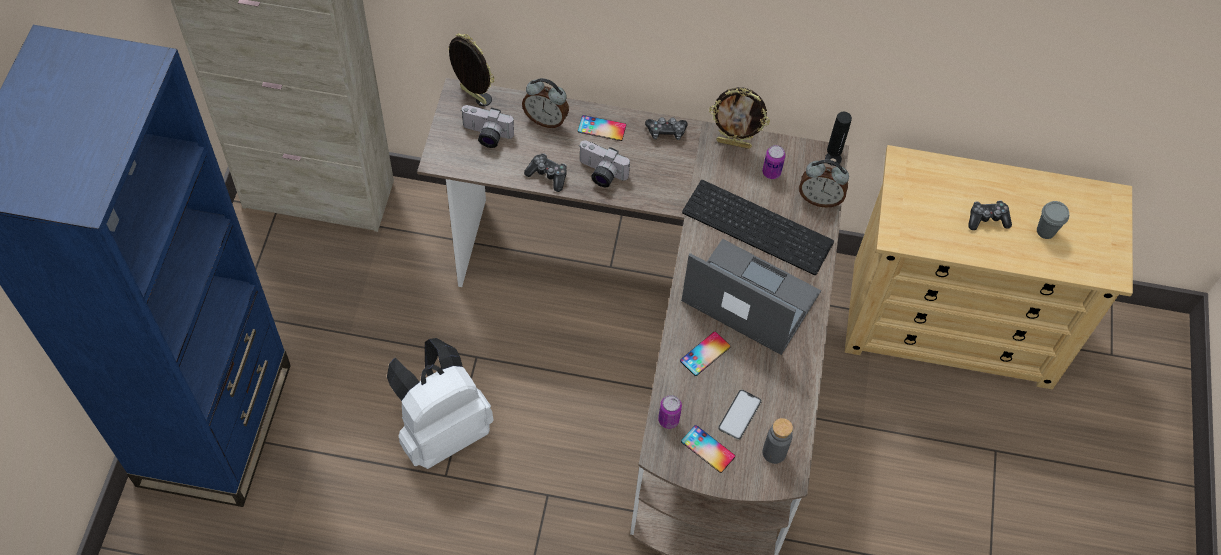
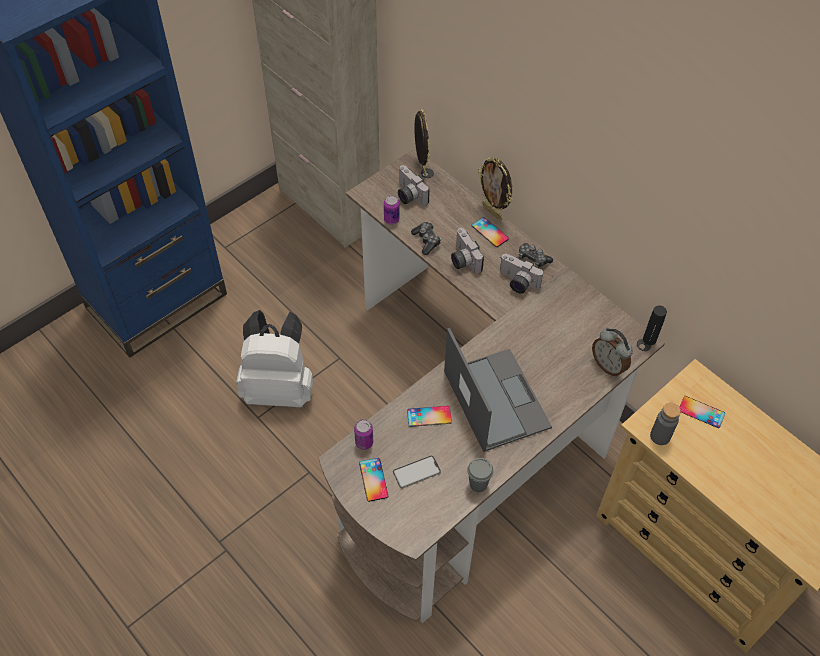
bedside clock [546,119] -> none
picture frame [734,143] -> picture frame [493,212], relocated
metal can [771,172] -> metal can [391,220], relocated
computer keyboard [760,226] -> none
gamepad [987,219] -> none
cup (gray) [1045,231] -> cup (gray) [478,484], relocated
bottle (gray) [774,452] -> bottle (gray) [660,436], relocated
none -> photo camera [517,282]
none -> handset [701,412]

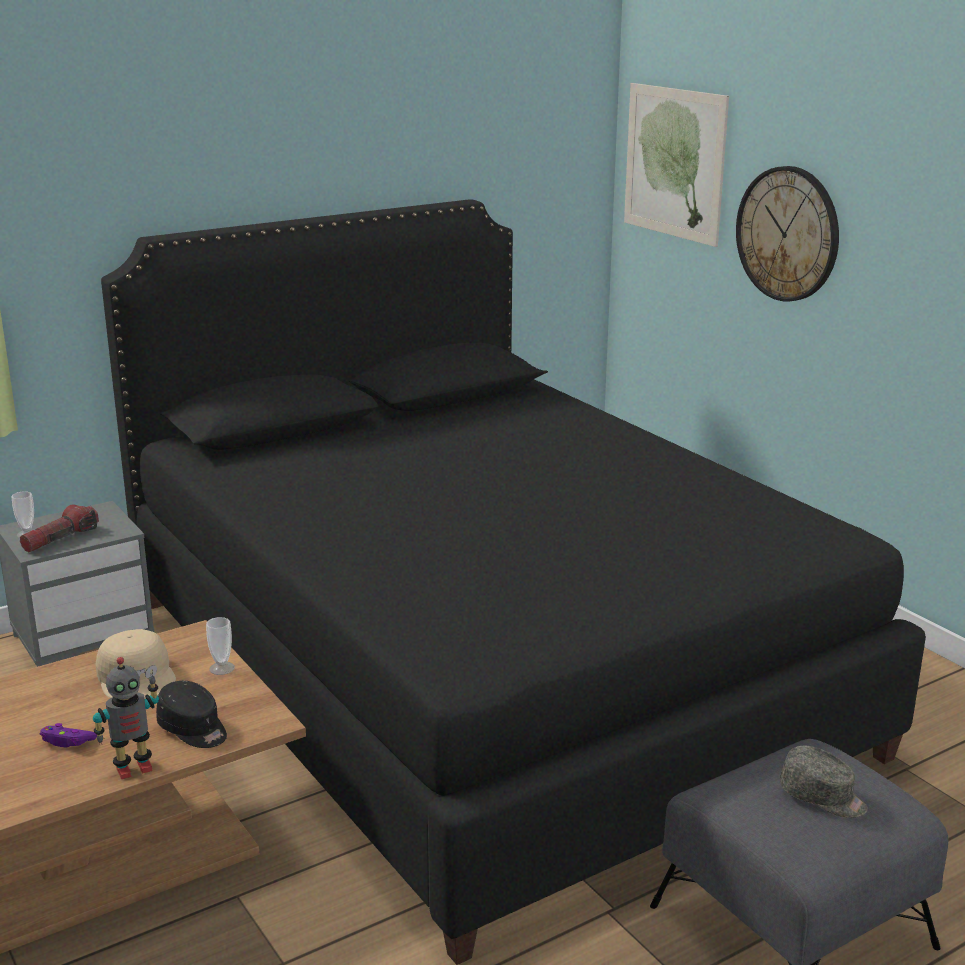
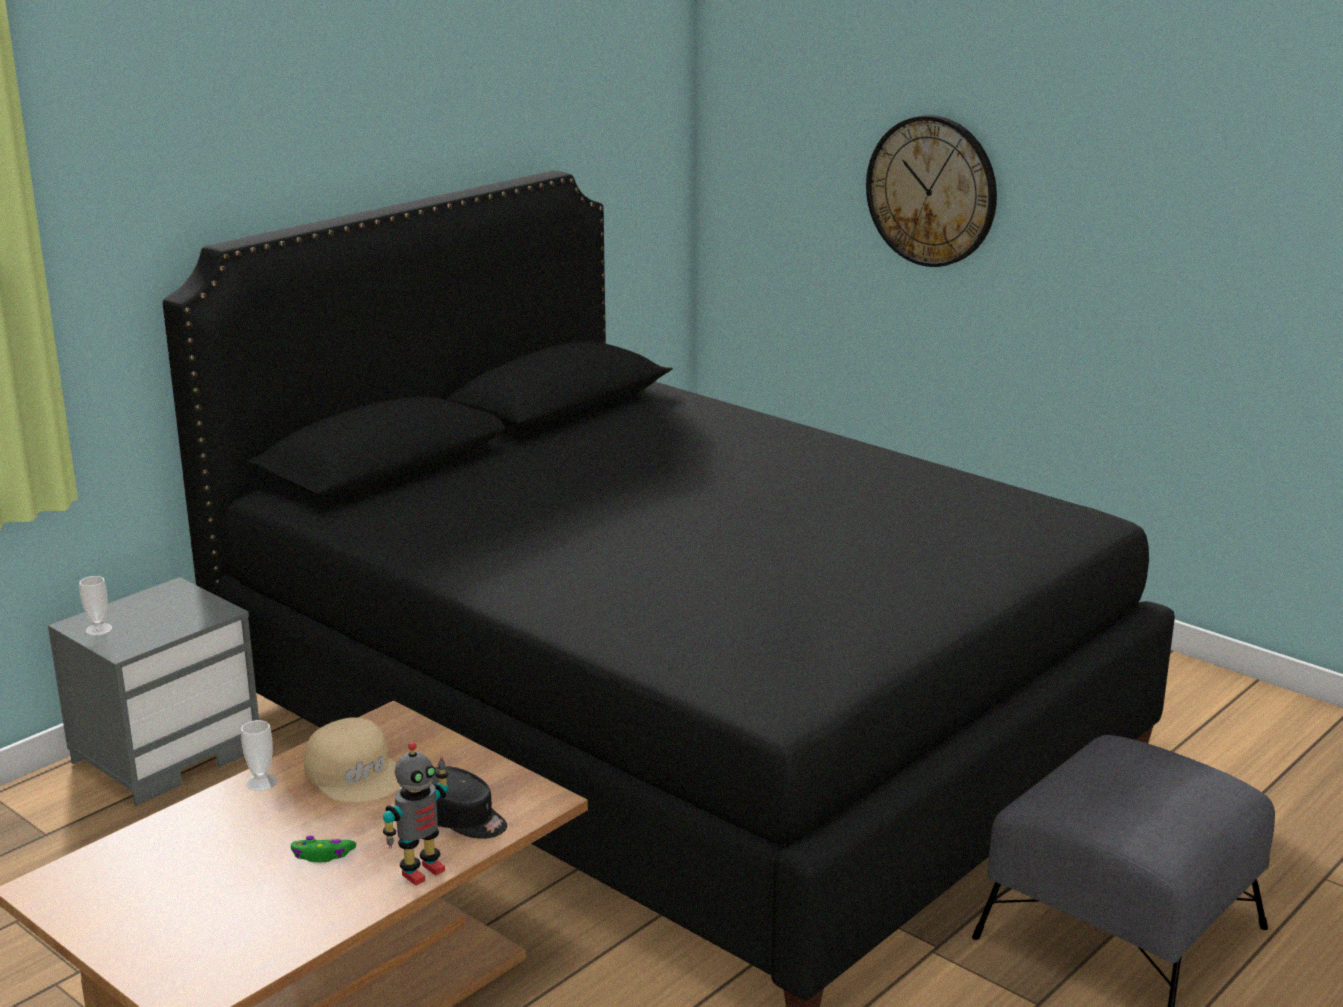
wall picture [674,163] -> none
flashlight [60,539] -> none
cup [222,668] -> cup [261,782], relocated
gamepad (purplish) [67,741] -> gamepad (greenish) [322,855]
peaked cap (gray) [823,797] -> none

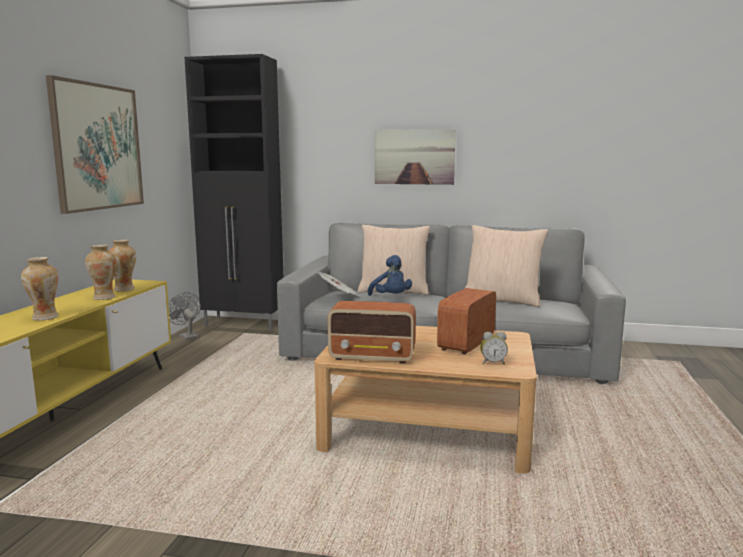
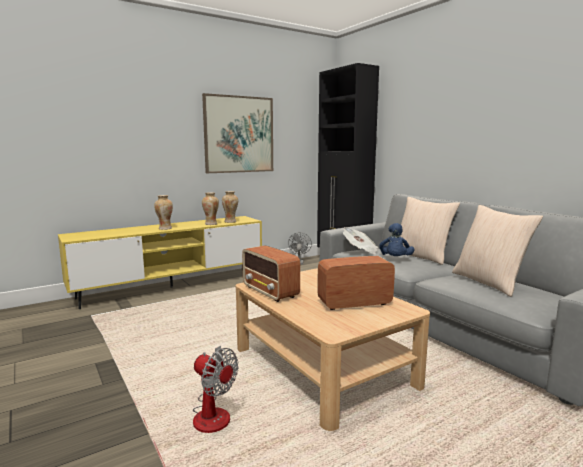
wall picture [414,157] -> none
bedside clock [493,363] -> none
none -> electric fan [213,412]

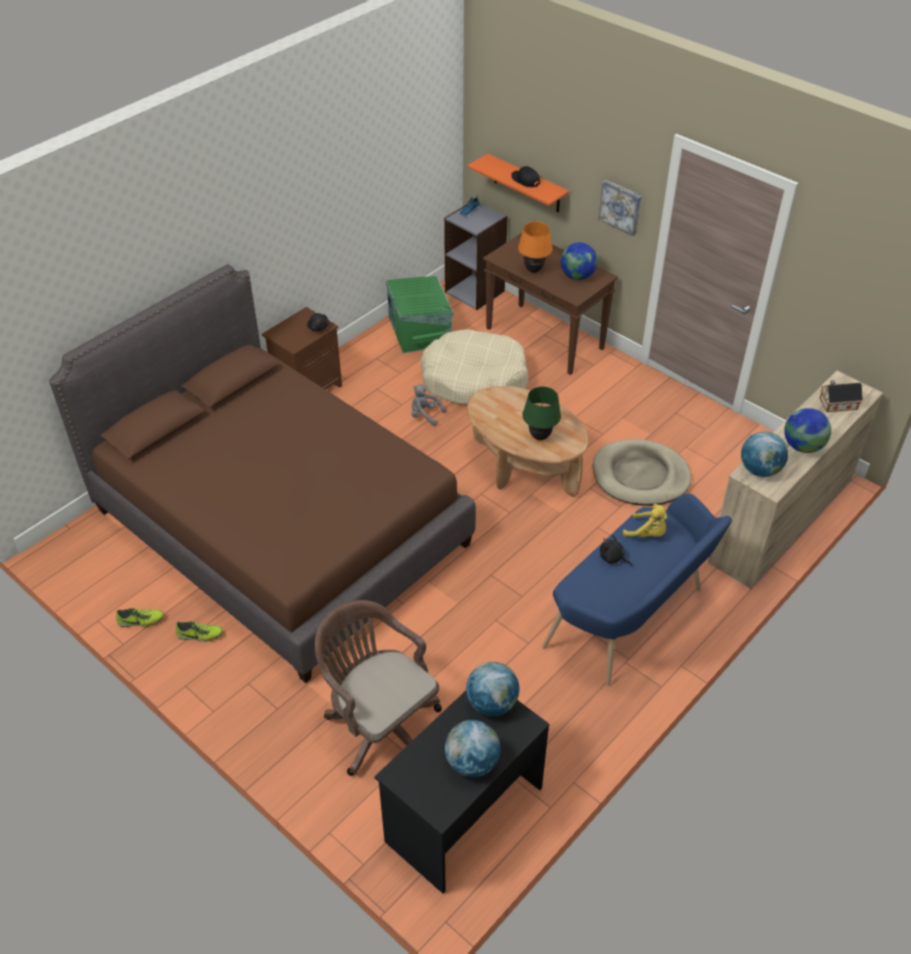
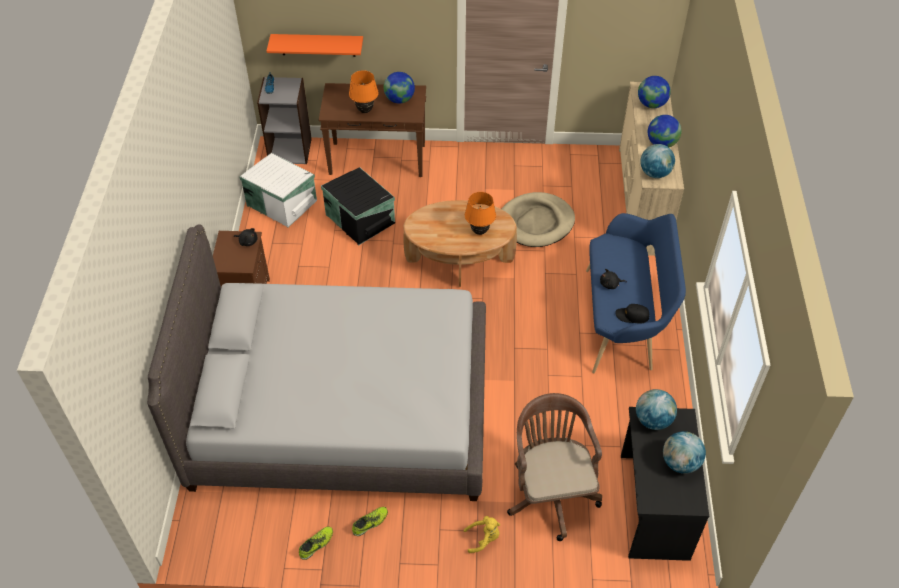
peaked cap (blackish) [525,180] -> peaked cap (blackish) [632,316], relocated
wall picture [621,207] -> none
bed (brown) [281,526] -> bed (gray) [341,409]
storage bin (greenish) [421,330] -> storage bin (white) [282,202]
dog cushion (sand-coloured) [474,379] -> storage bin (blackish) [360,218]
miniature house [836,403] -> world globe [651,104]
soft toy (gray) [425,415] -> none
table lamp (greenish) [539,437] -> table lamp (orange-coloured) [479,231]
soft toy (yellow-coloured) [647,533] -> soft toy (yellow-coloured) [483,538], relocated
desk chair (brown) [379,725] -> desk chair (brown) [550,492], 75 degrees clockwise

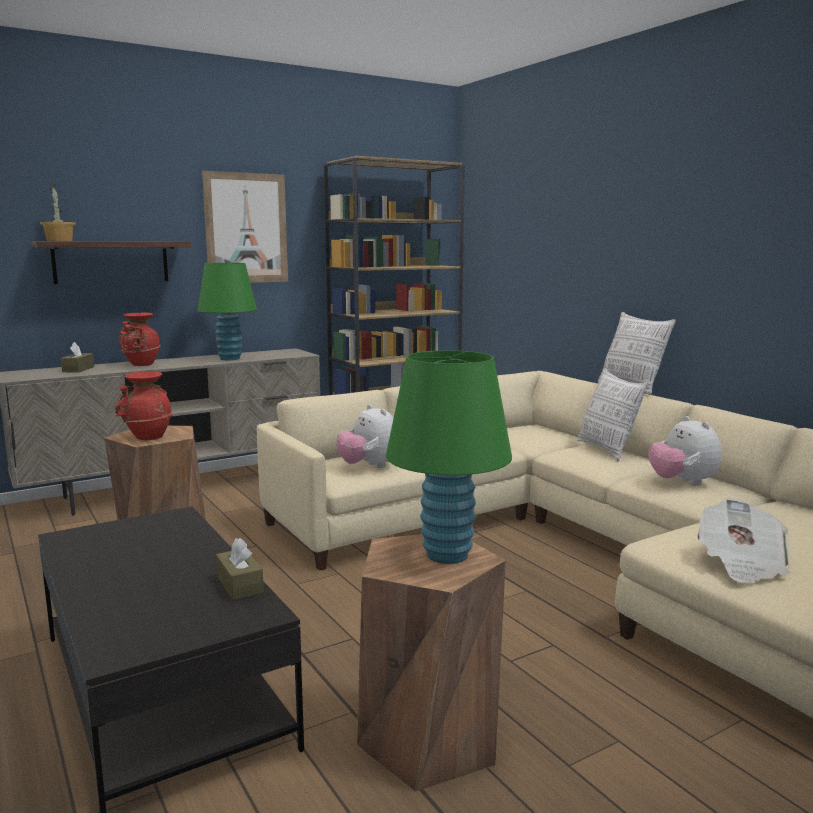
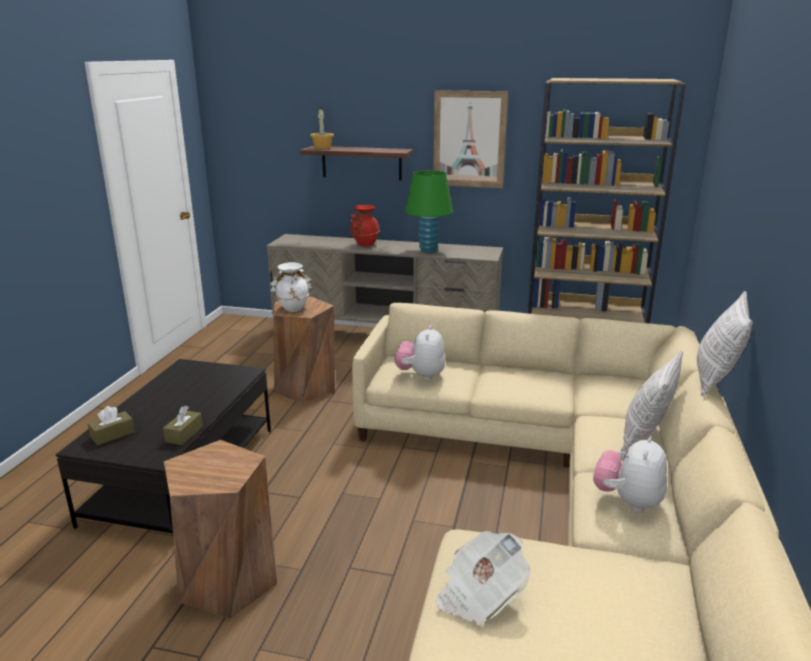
tissue box (brown) [78,369] -> tissue box (brown) [112,435], relocated
table lamp (greenish) [447,555] -> none
decorative vase (red-coloured) [147,437] -> decorative vase (white) [293,308]

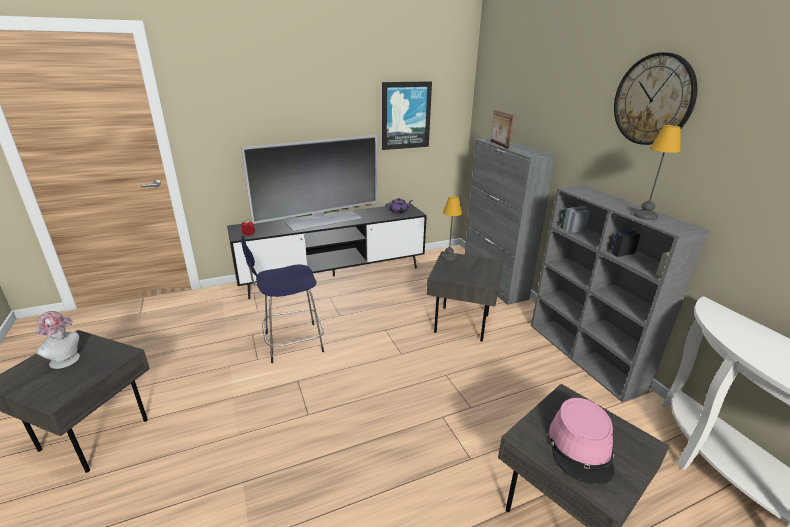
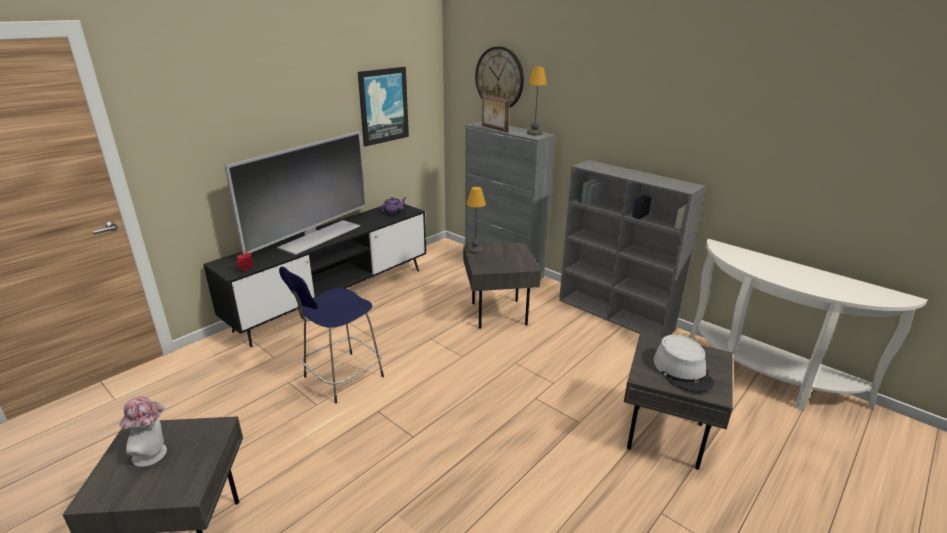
wall clock [653,100] -> wall clock [499,78], relocated
table lamp [645,216] -> table lamp [534,133], relocated
clothing hat (pink) [581,447] -> clothing hat (gray) [682,371]

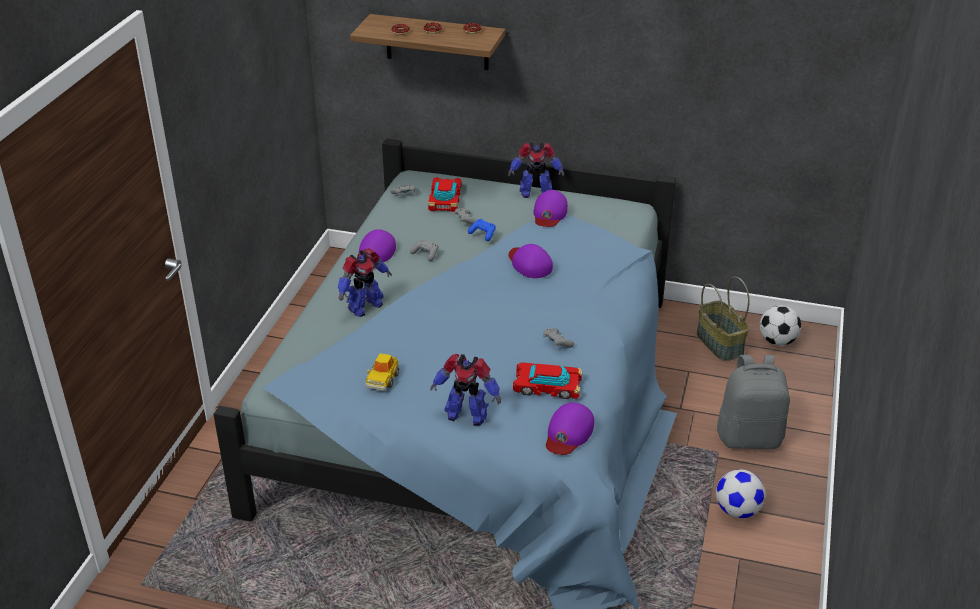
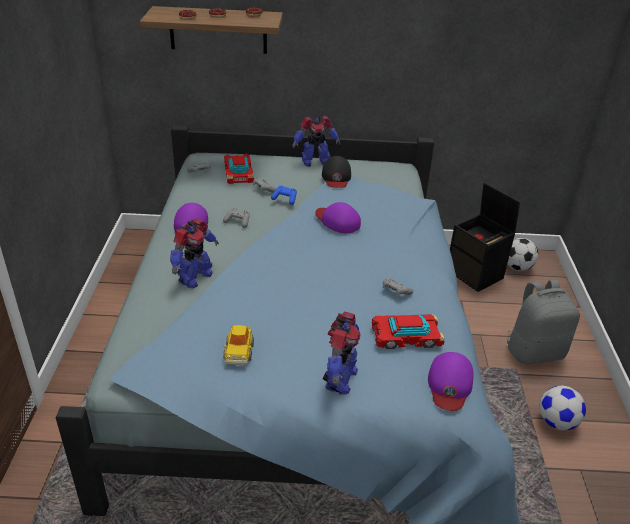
peaked cap (purplish) [549,213] -> peaked cap (blackish) [336,177]
storage basket [720,344] -> storage bin (blackish) [475,274]
model robot [466,415] -> model robot [339,379], 75 degrees counterclockwise

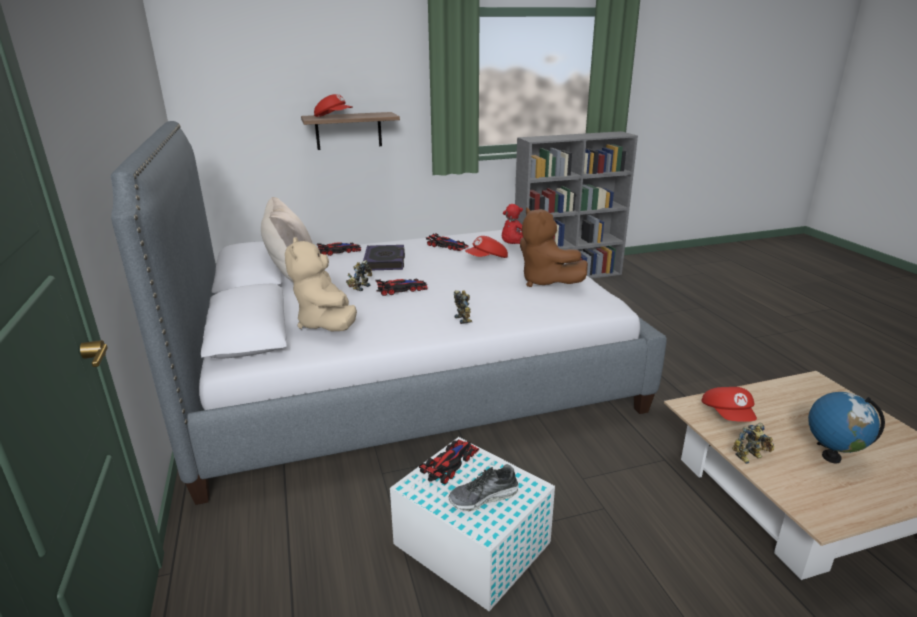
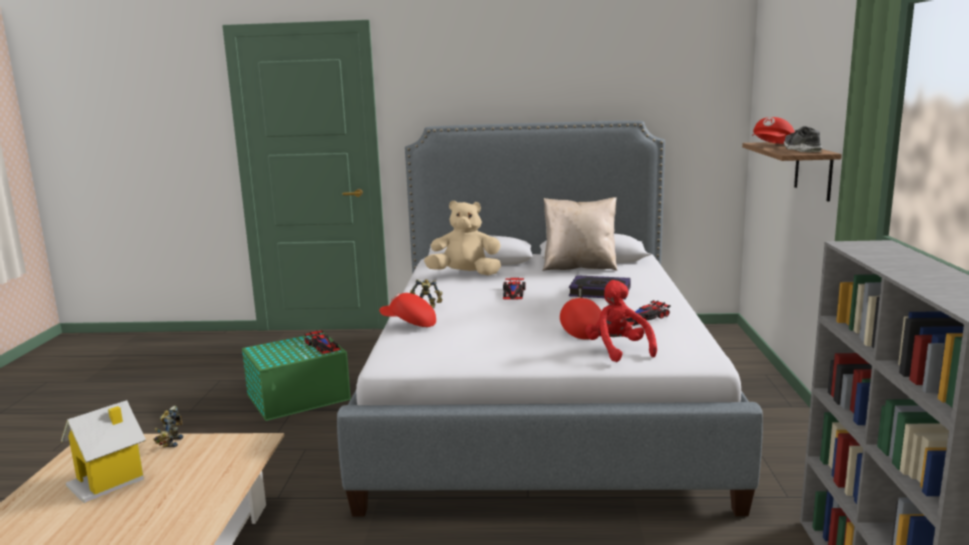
soft toy (brown) [545,282] -> none
miniature car [339,251] -> none
model robot [360,287] -> none
peaked cap (red-coloured) [728,415] -> peaked cap (red-coloured) [409,323], relocated
world globe [831,457] -> miniature house [109,481]
storage bin (white) [470,542] -> storage bin (greenish) [300,397]
low shoe [483,497] -> low shoe [802,150], relocated

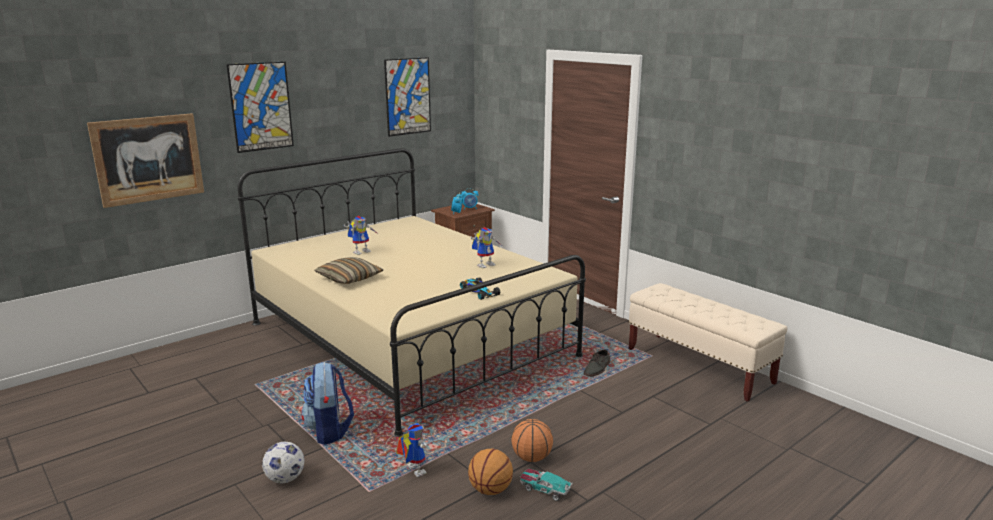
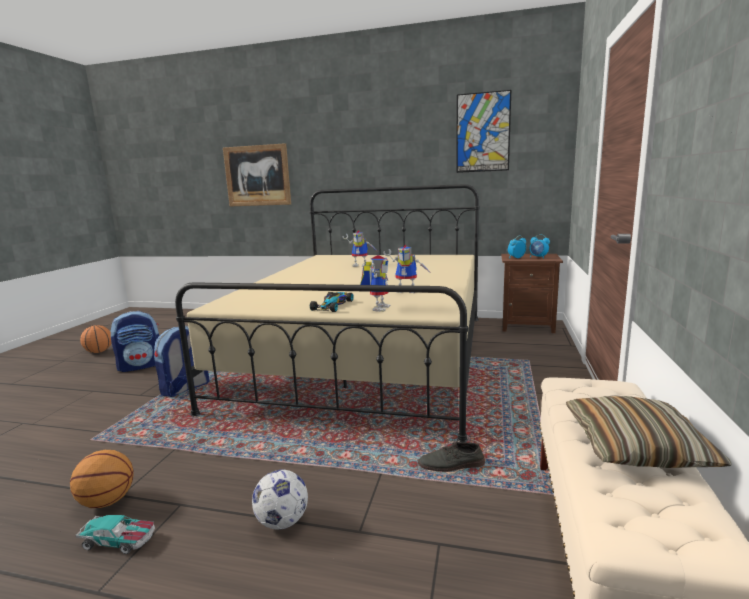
wall picture [261,106] -> none
cushion [349,278] -> cushion [635,447], relocated
basketball [531,458] -> basketball [99,352], relocated
model robot [412,470] -> model robot [378,308], relocated
football ball [285,479] -> football ball [282,521], relocated
miniature car [545,489] -> miniature car [119,540], 105 degrees clockwise
none -> rucksack [141,366]

